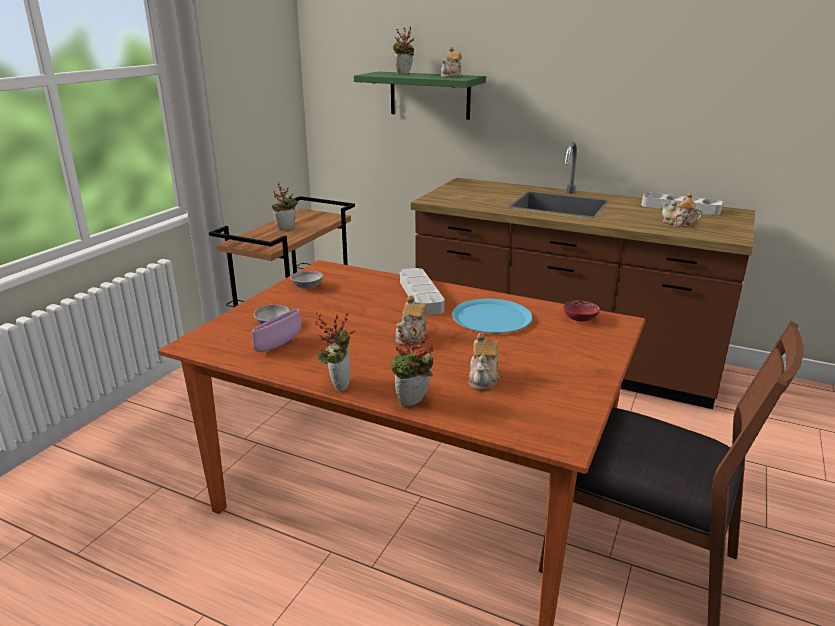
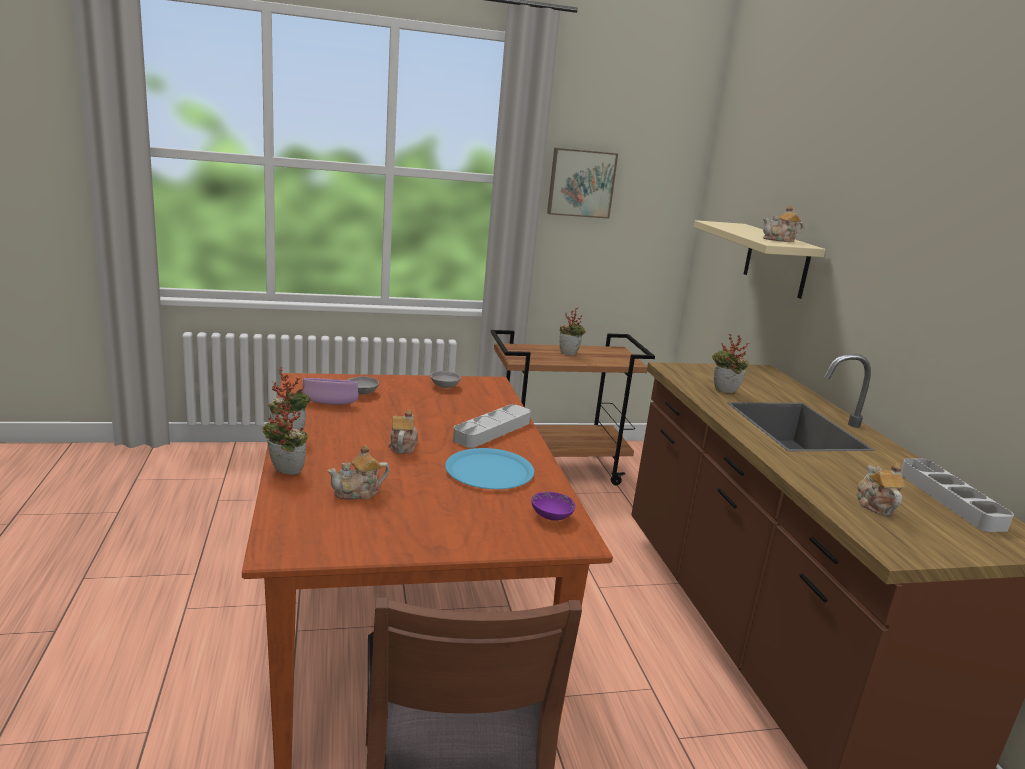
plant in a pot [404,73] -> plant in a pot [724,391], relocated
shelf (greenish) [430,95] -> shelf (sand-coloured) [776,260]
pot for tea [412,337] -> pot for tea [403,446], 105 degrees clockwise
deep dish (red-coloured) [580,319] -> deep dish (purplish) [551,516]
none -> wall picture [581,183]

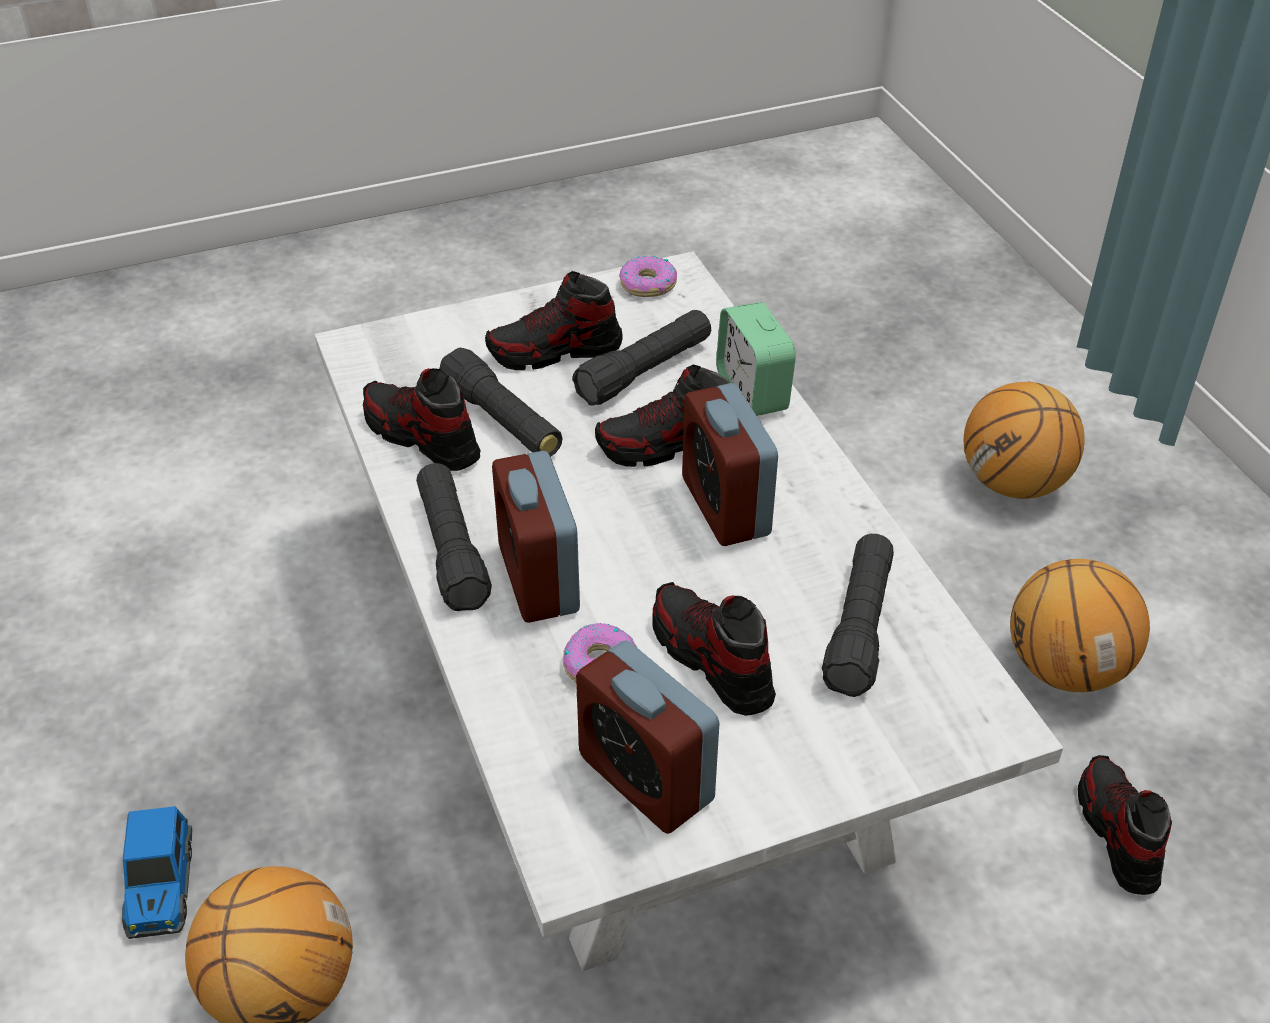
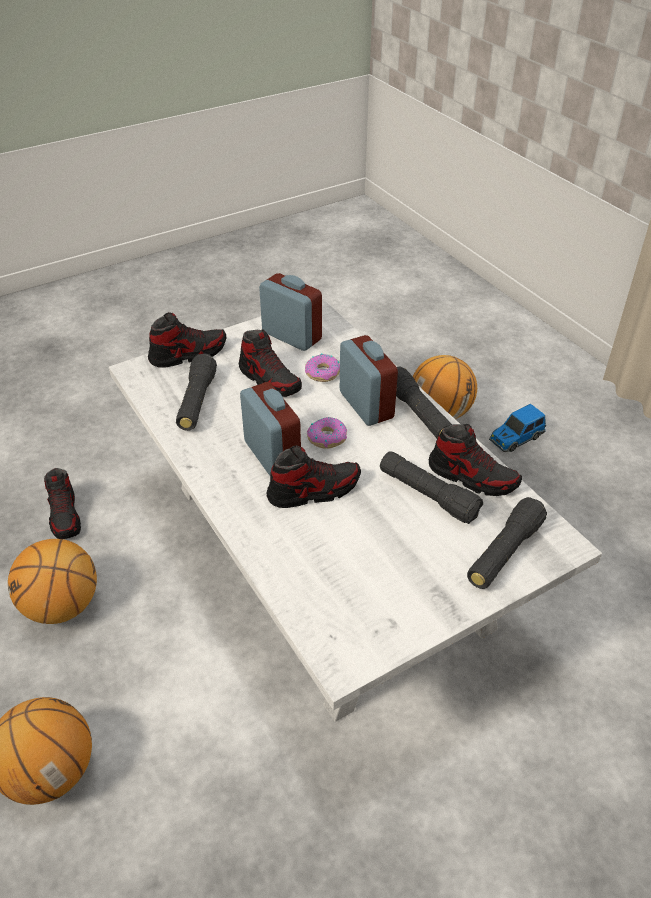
ring doughnut [647,285] -> ring doughnut [327,437], relocated
low shoe [555,351] -> low shoe [188,354], relocated
bedside clock [752,392] -> none
flashlight (blackish) [644,371] -> flashlight (blackish) [504,553], relocated
miniature car [161,888] -> miniature car [515,438], 105 degrees counterclockwise

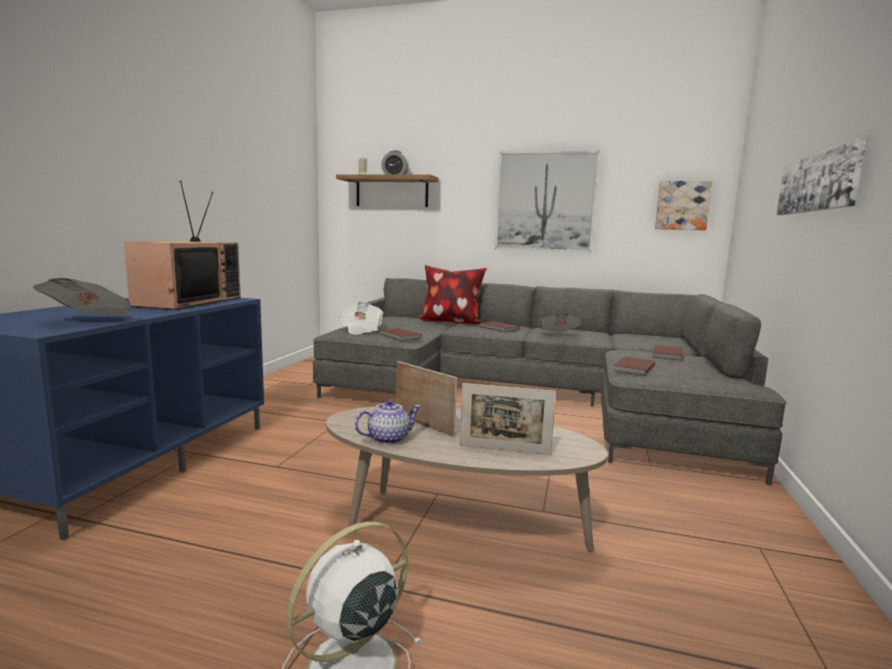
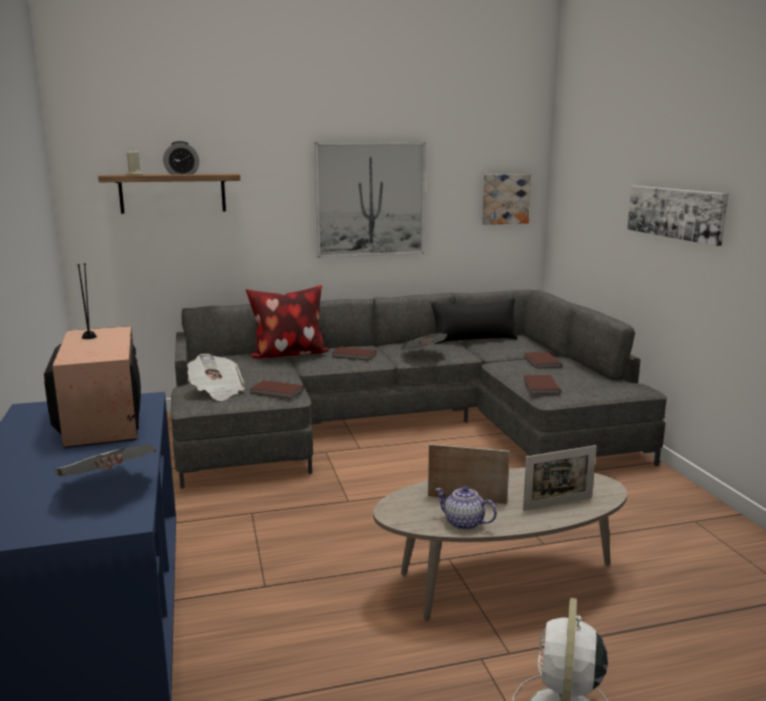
pot for tea [388,438] -> pot for tea [463,523], 90 degrees counterclockwise
none -> cushion (blackish) [474,340]

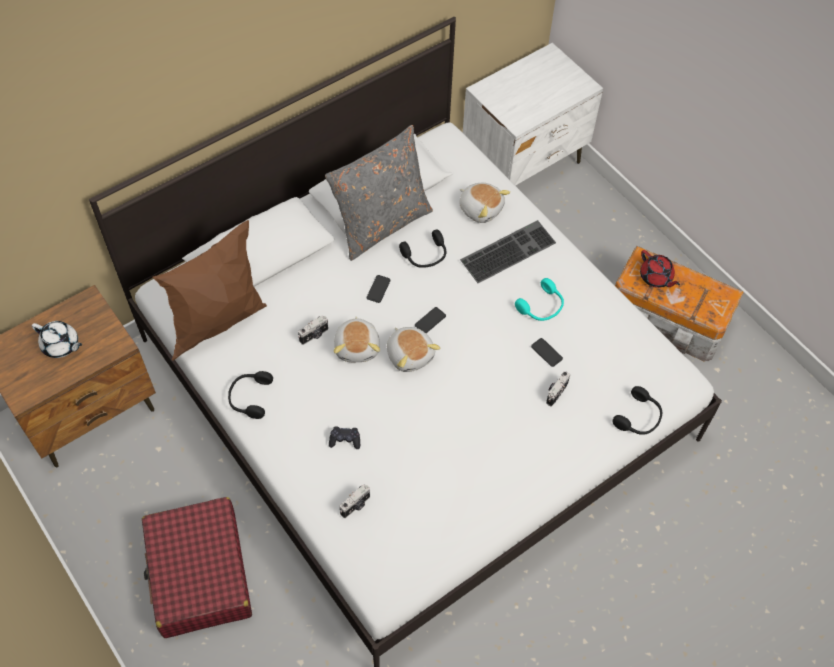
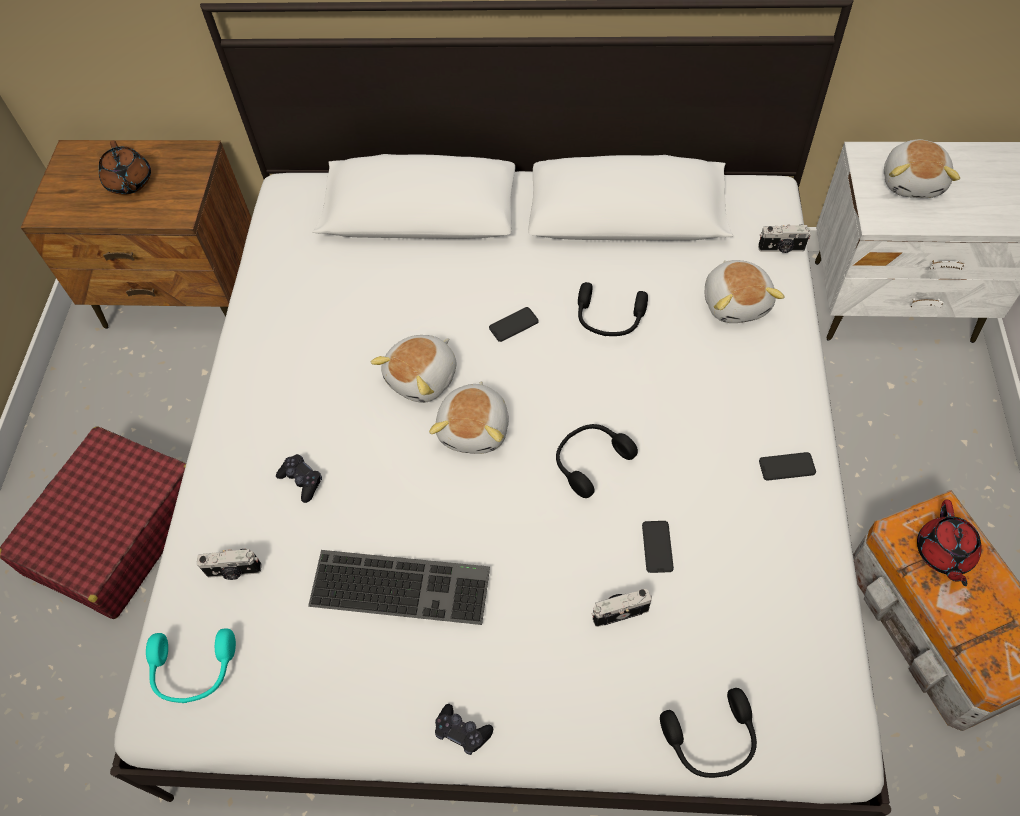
cushion (gray) [381,224] -> none
cushion (brown) [219,321] -> none
computer keyboard [508,250] -> computer keyboard [402,584], relocated
headphones (turquoise-coloured) [541,307] -> headphones (turquoise-coloured) [193,671], relocated
handset [430,320] -> handset [787,466], relocated
photo camera [314,335] -> photo camera [781,249], relocated
pot for tea (white) [61,345] -> pot for tea (brown) [129,183]
headphones (blackish) [249,397] -> headphones (blackish) [590,461], relocated
none -> soft toy [913,182]
none -> gamepad (blackish) [462,732]

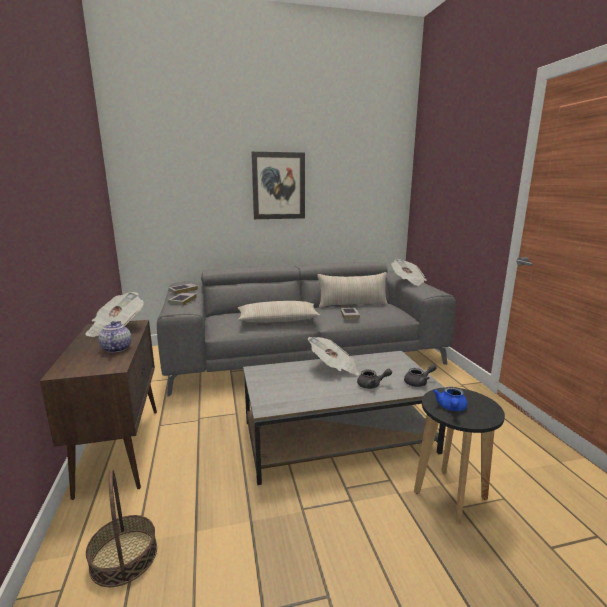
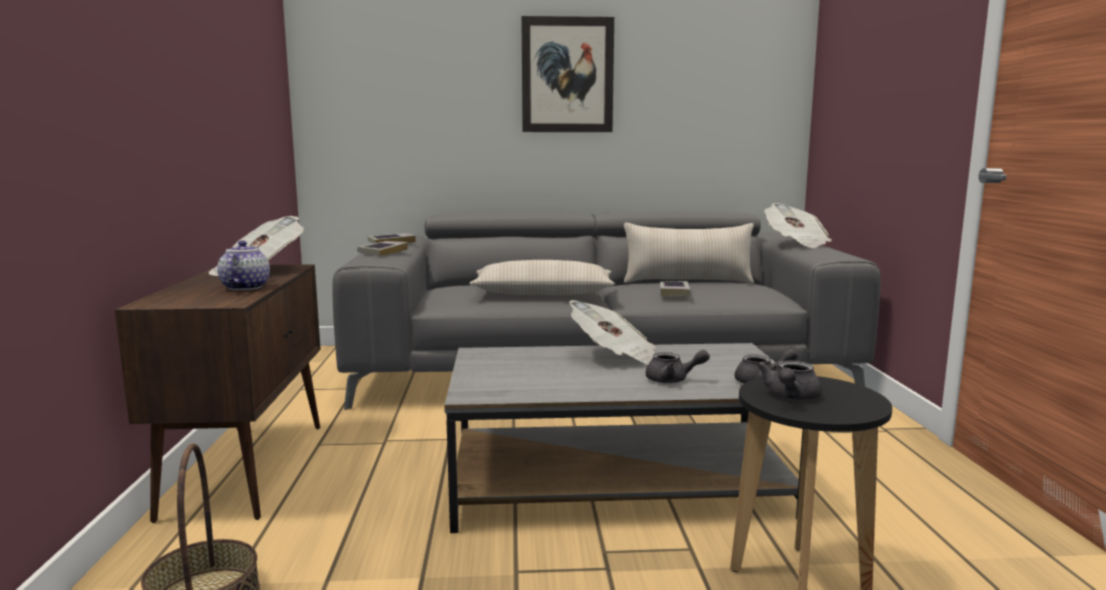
pot for tea (blue-coloured) [451,408] -> pot for tea (gray) [790,397]

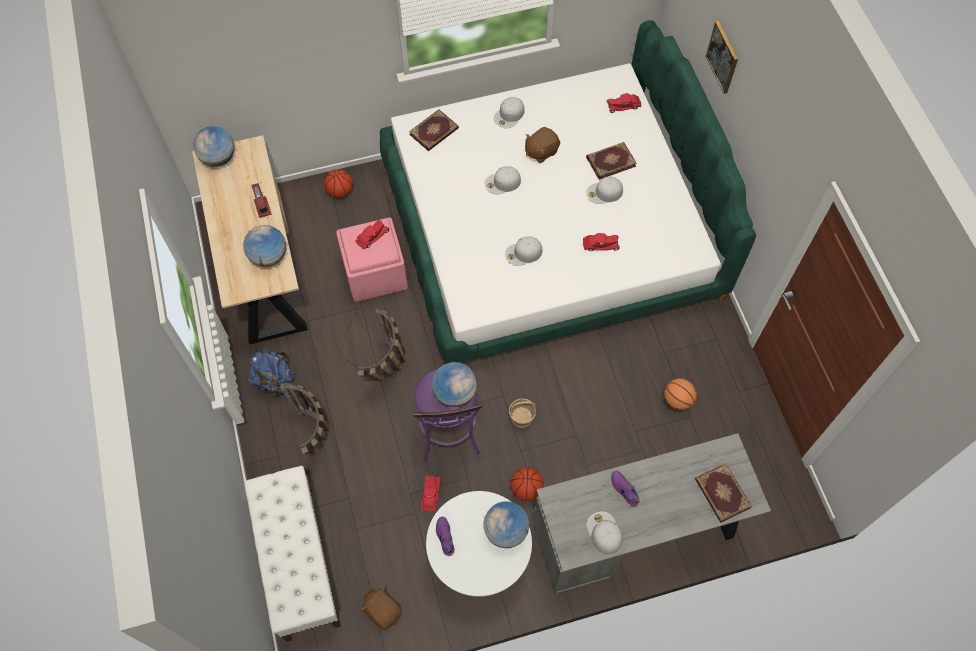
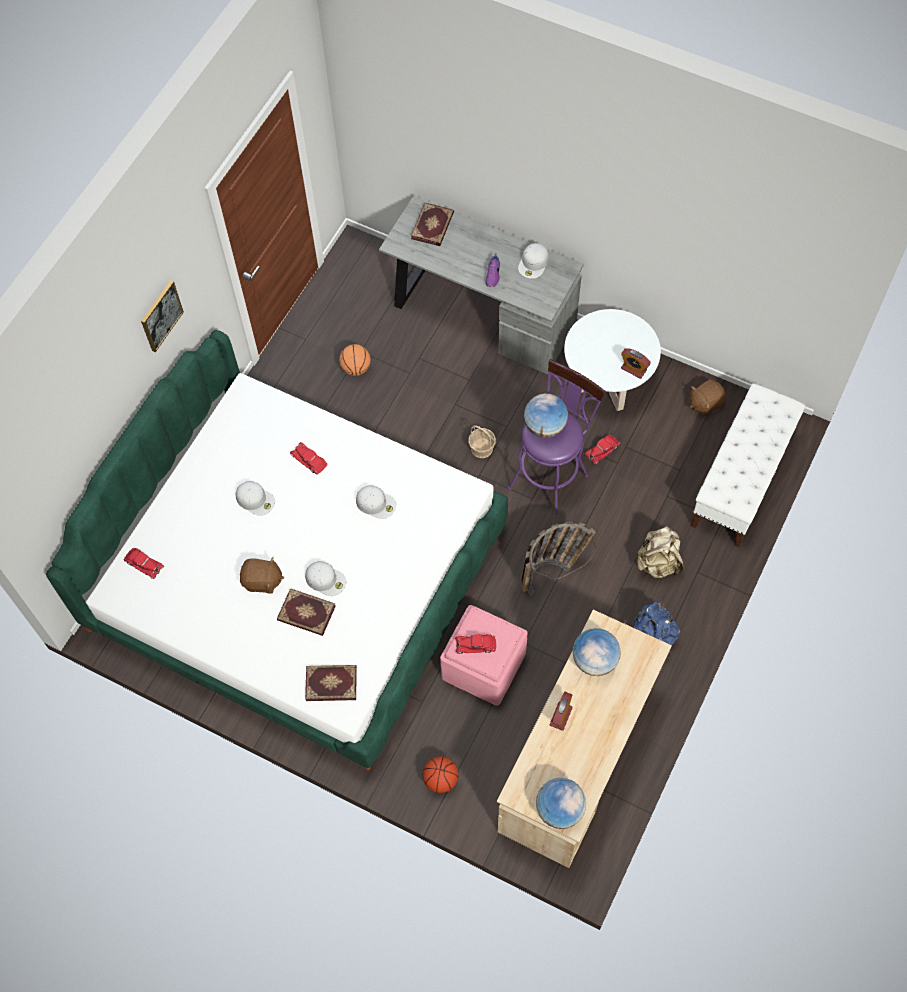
wall picture [723,57] -> wall picture [161,315], relocated
peaked cap (white) [509,115] -> none
bound book [610,161] -> bound book [306,614], relocated
storage basket [313,438] -> rucksack (sand-coloured) [658,562]
basketball [526,488] -> none
world globe [506,531] -> none
low shoe (purplish) [444,537] -> bedside clock [633,369]
soft toy (brown) [383,610] -> soft toy (brown) [705,403], 60 degrees clockwise

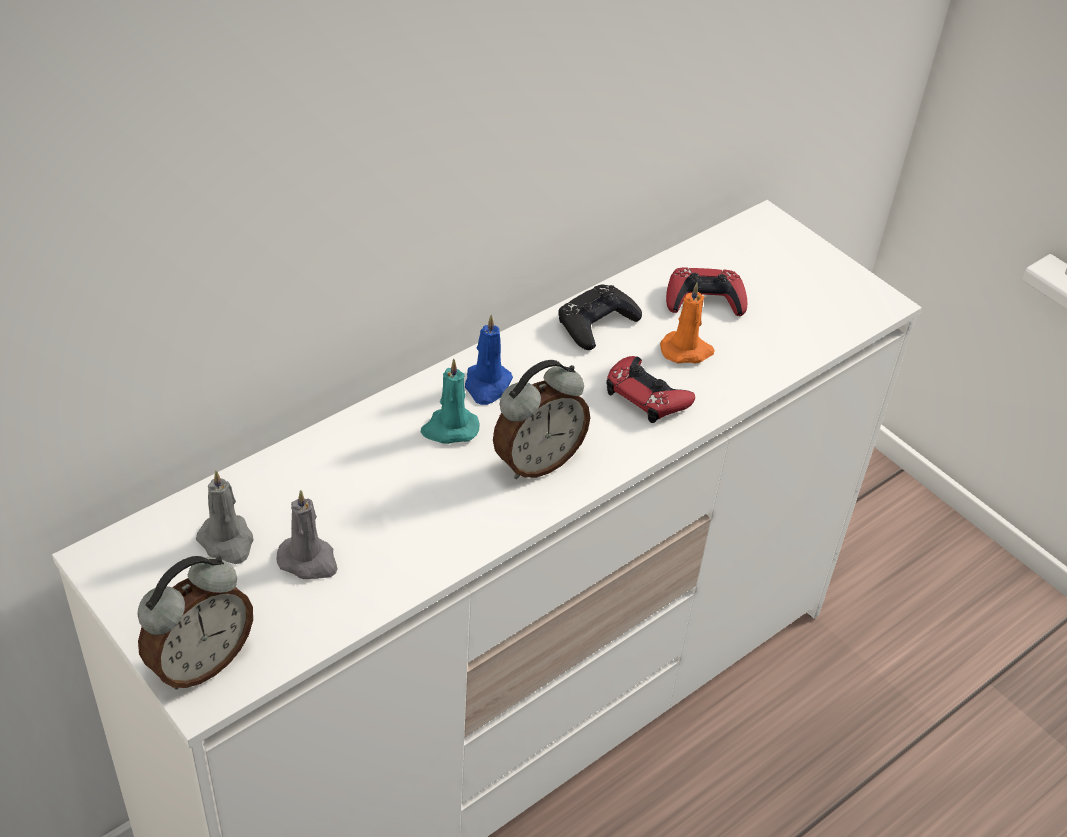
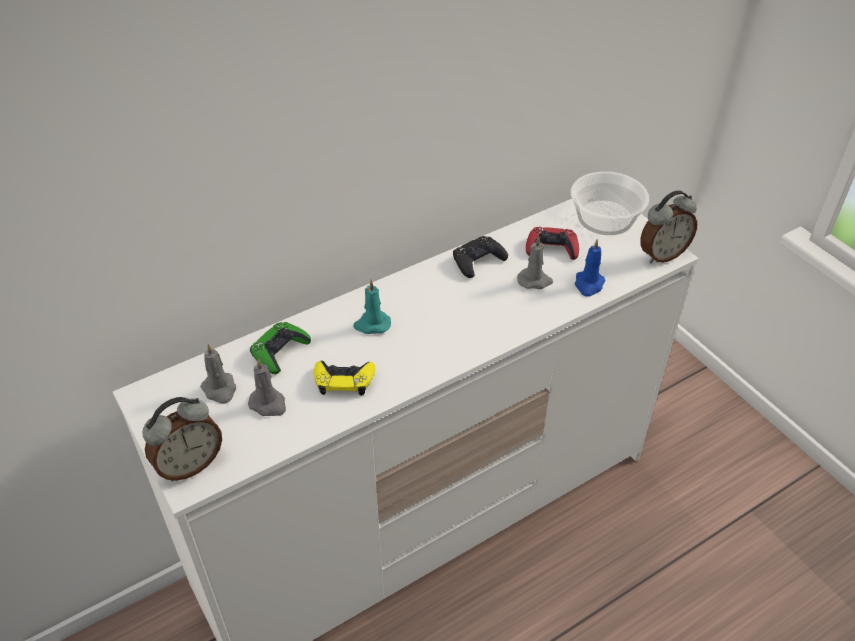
wax candle (orange-coloured) [687,351] -> wax candle (gray) [535,281]
wax candle (blue-coloured) [487,385] -> wax candle (blue-coloured) [588,284], relocated
gamepad (red-coloured) [646,395] -> none
bedside clock [536,461] -> bedside clock [661,254], relocated
none -> deep dish [605,218]
none -> gamepad (greenish) [280,351]
none -> gamepad (yellow-coloured) [344,380]

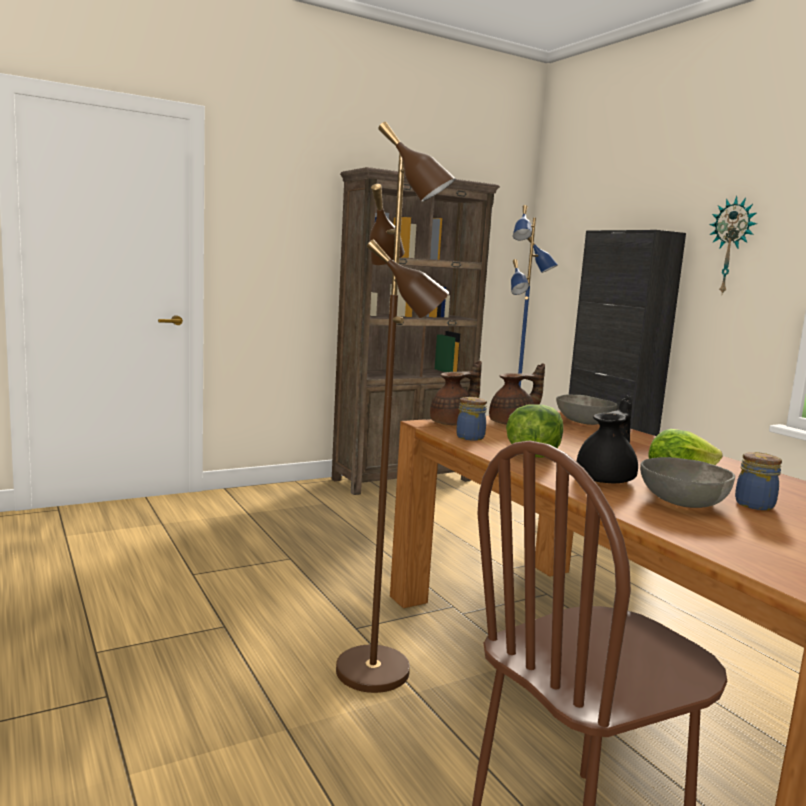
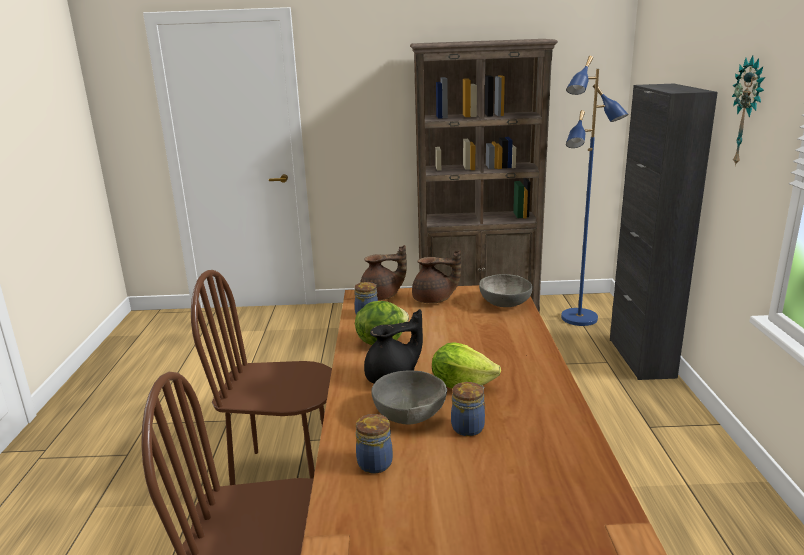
standard lamp (brown) [375,670] -> chair (brown) [284,476]
none -> storage jar [375,462]

